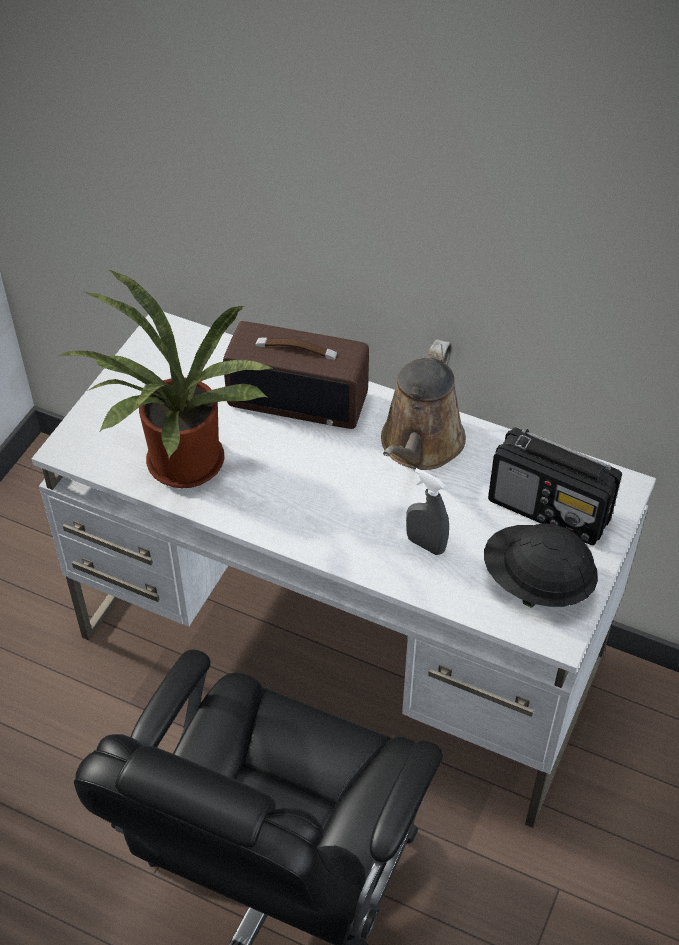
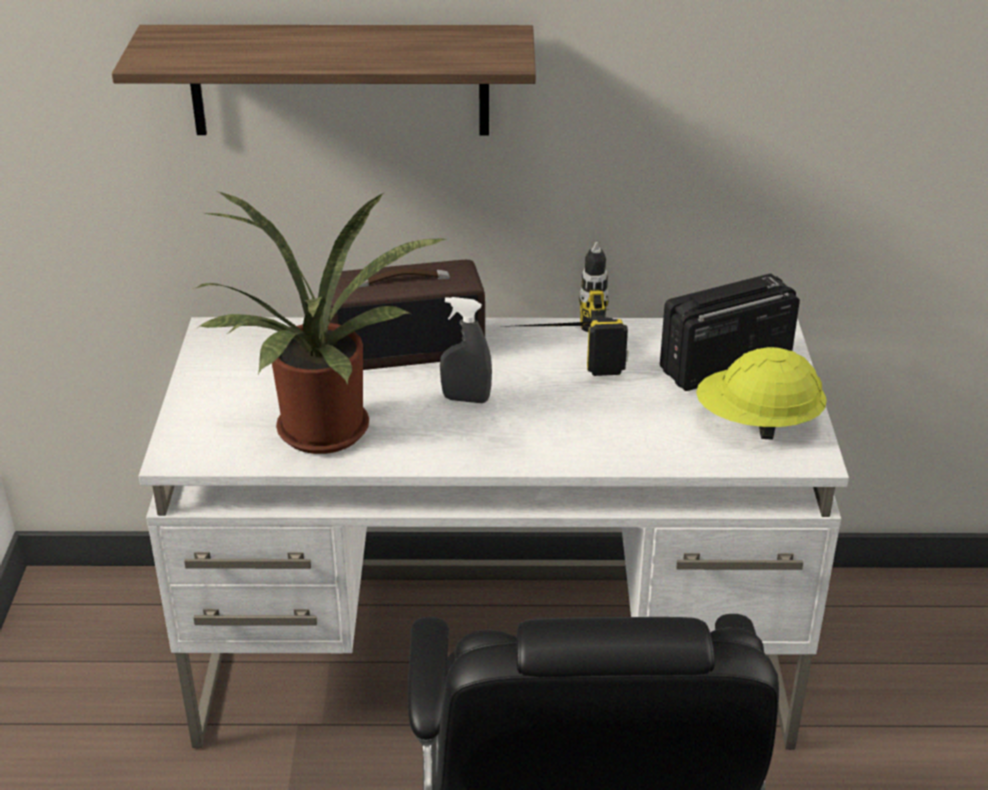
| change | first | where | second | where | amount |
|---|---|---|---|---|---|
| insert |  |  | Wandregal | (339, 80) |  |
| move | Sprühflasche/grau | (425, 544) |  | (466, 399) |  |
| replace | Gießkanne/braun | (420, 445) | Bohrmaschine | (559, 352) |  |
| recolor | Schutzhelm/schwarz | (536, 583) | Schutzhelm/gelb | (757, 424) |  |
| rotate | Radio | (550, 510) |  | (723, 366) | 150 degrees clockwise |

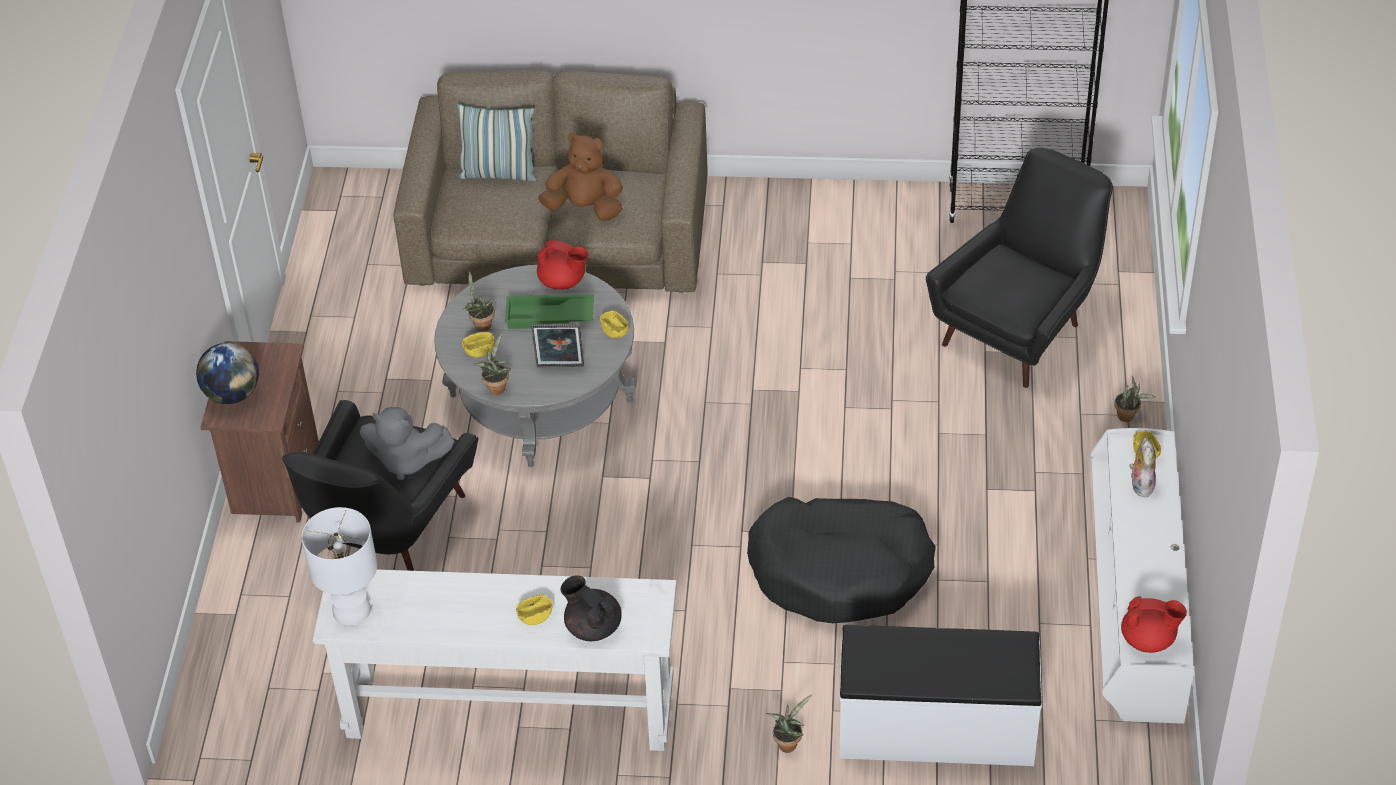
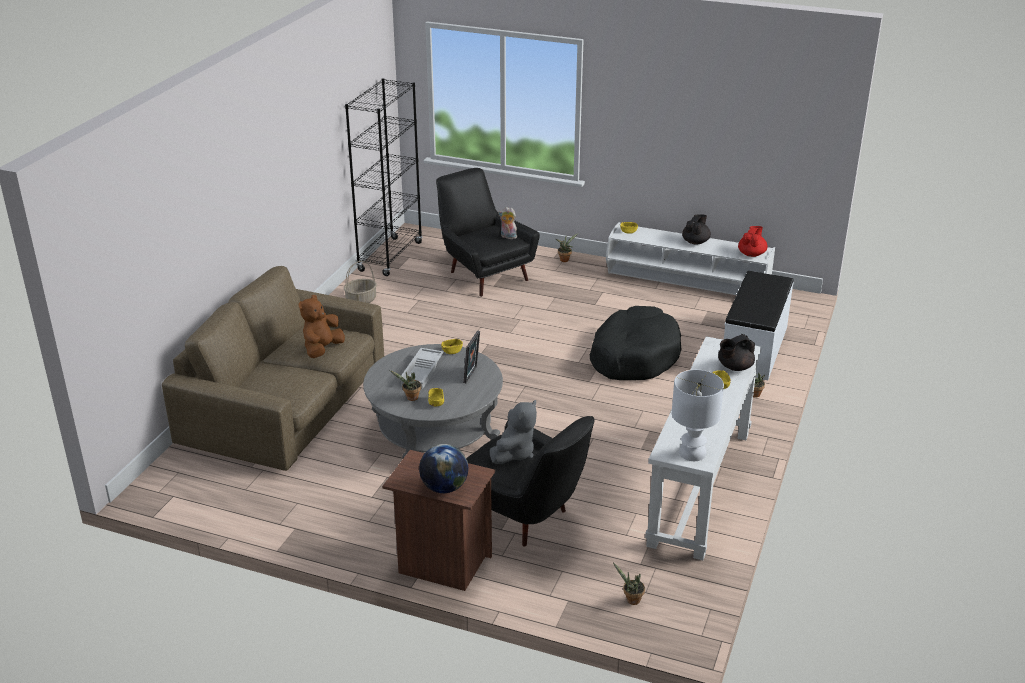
| change | first | where | second | where | amount |
|---|---|---|---|---|---|
| delete | Kissen | (498, 173) |  |  |  |
| delete | Teekanne/rot | (563, 282) |  |  |  |
| insert |  |  | Korb | (361, 300) |  |
| insert |  |  | Teekanne/schwarz | (695, 242) |  |
| move | Topfpflanze | (496, 387) |  | (631, 600) |  |
| move | Plüschtier | (1140, 484) |  | (508, 237) |  |
| recolor | Tablett/grün | (549, 317) | Tablett/weiß | (422, 372) |  |

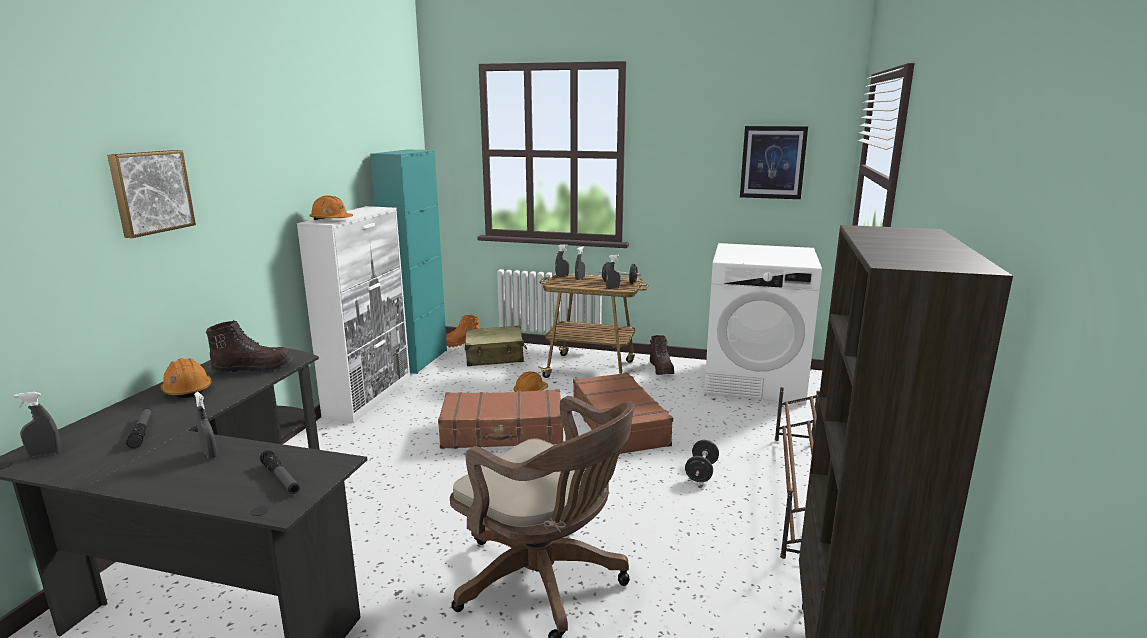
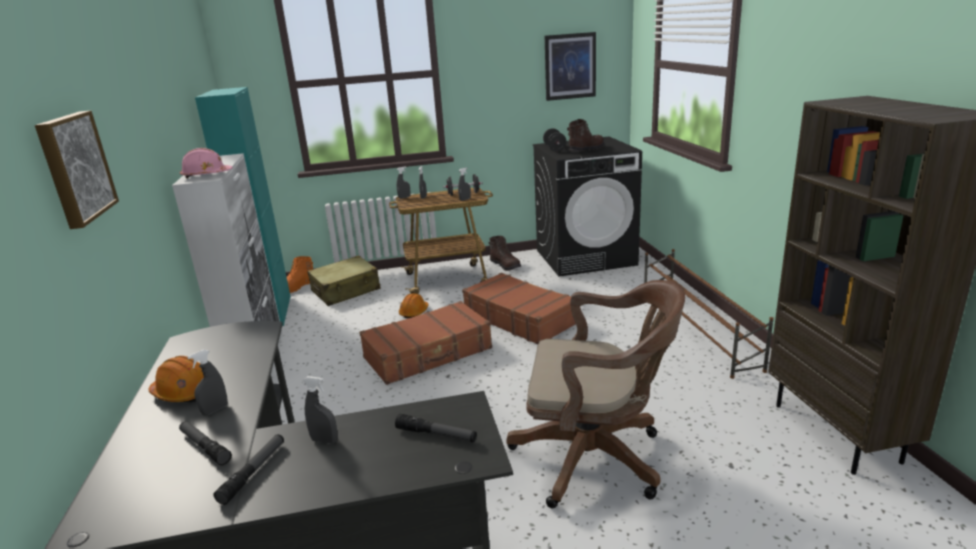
| change | first | where | second | where | amount |
|---|---|---|---|---|---|
| insert |  |  | Taschenlampe | (253, 472) |  |
| move | Sprühflasche/grau | (44, 453) |  | (215, 410) |  |
| move | Stiefel/braun | (253, 369) |  | (585, 150) |  |
| move | Hantel/schwarz | (701, 472) |  | (554, 149) |  |
| recolor | Schutzhelm/orange | (331, 220) | Schutzhelm/rosa | (206, 175) |  |
| recolor | Waschmaschine/weiß | (755, 381) | Waschmaschine/schwarz | (586, 257) |  |

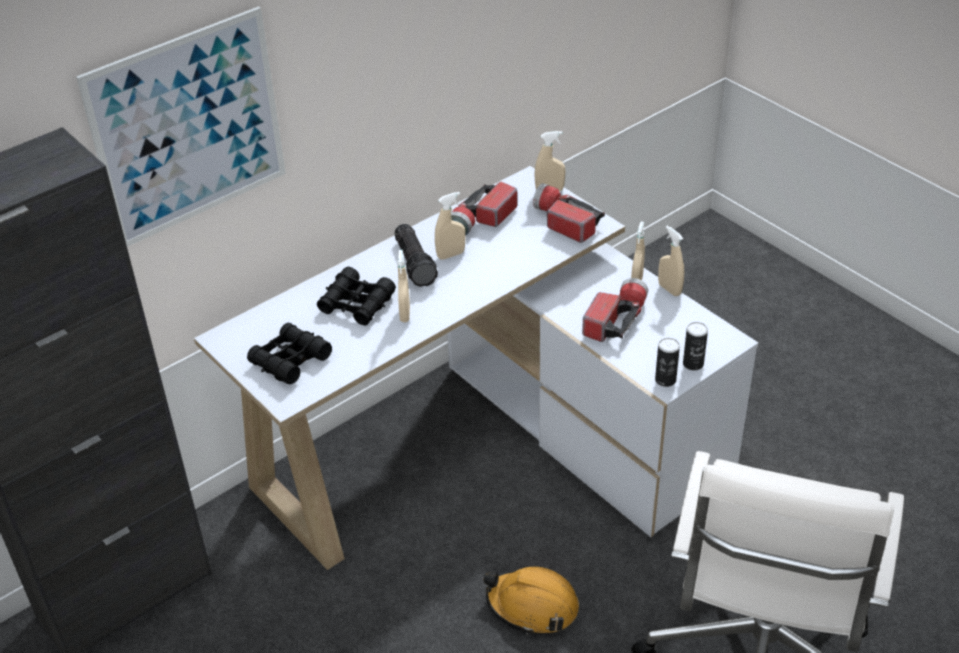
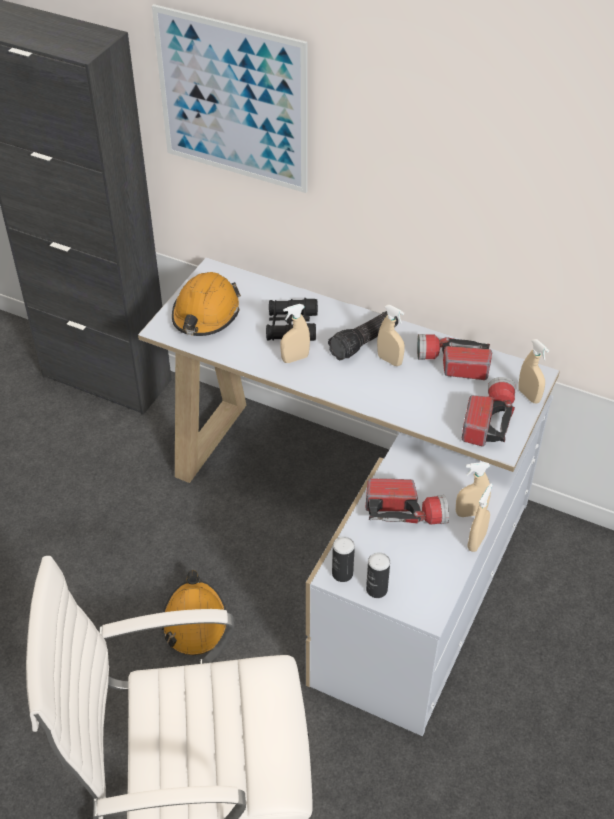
| change | first | where | second | where | amount |
|---|---|---|---|---|---|
| replace | Fernglas/schwarz | (290, 360) | Schutzhelm/orange | (206, 314) |  |

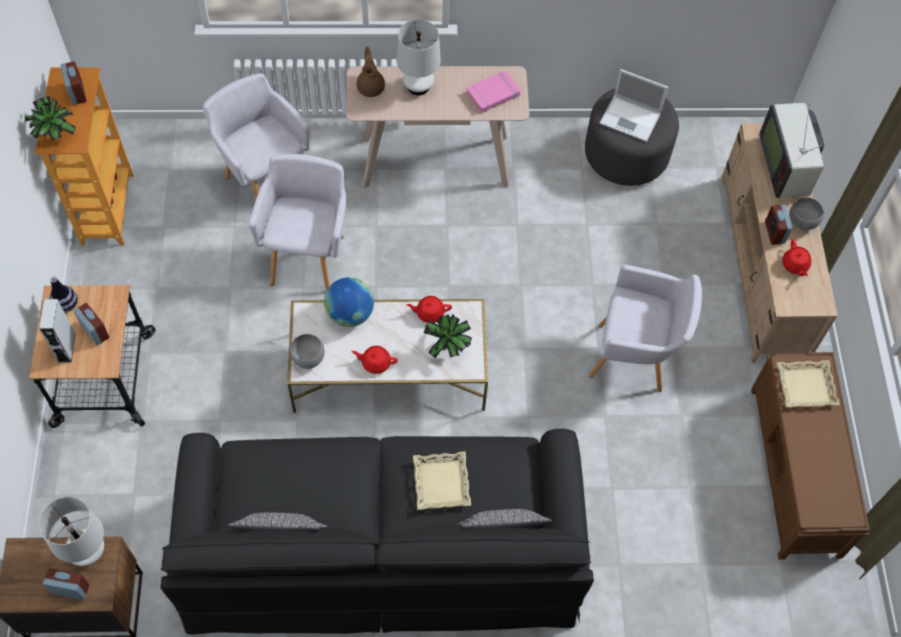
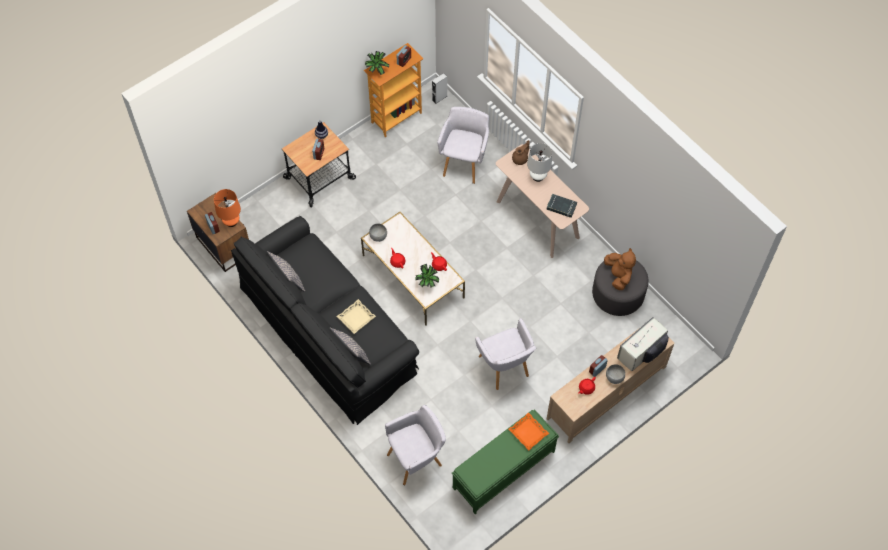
| change | first | where | second | where | amount |
|---|---|---|---|---|---|
| delete | Globus | (349, 314) |  |  |  |
| move | Lautsprecher/grau | (66, 347) |  | (439, 98) |  |
| move | Sessel/grau | (308, 256) |  | (417, 459) |  |
| replace | Laptop | (631, 118) | Plüschtier/braun | (618, 275) |  |
| recolor | Tischlampe/weiß | (88, 552) | Tischlampe/orange | (231, 221) |  |
| recolor | Buch/rosa | (493, 94) | Buch/schwarz | (561, 207) |  |
| recolor | Bank/braun | (795, 472) | Bank/grün | (503, 470) |  |
| recolor | Tablett/beige | (805, 387) | Tablett/orange | (528, 433) |  |

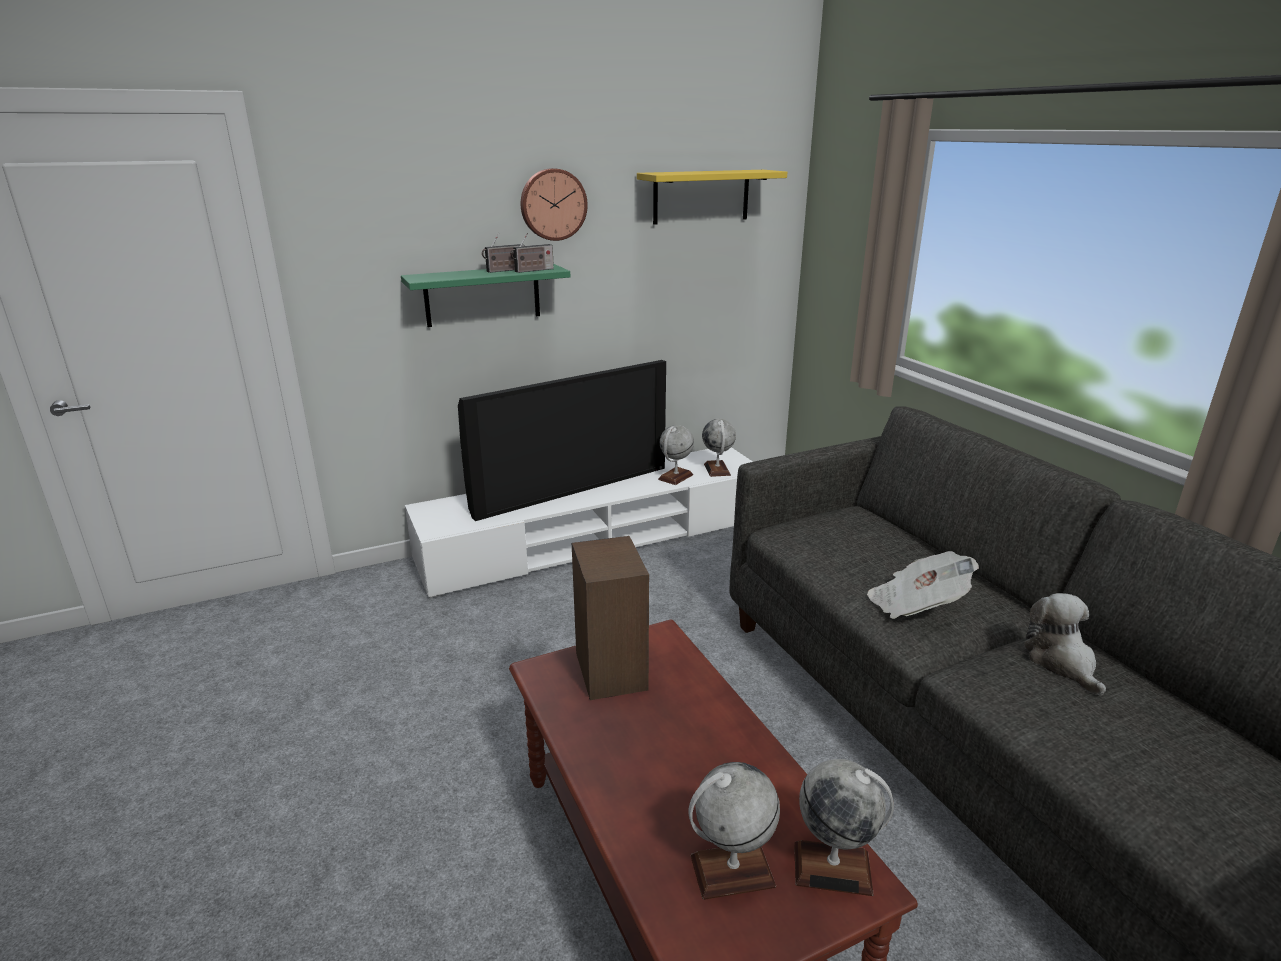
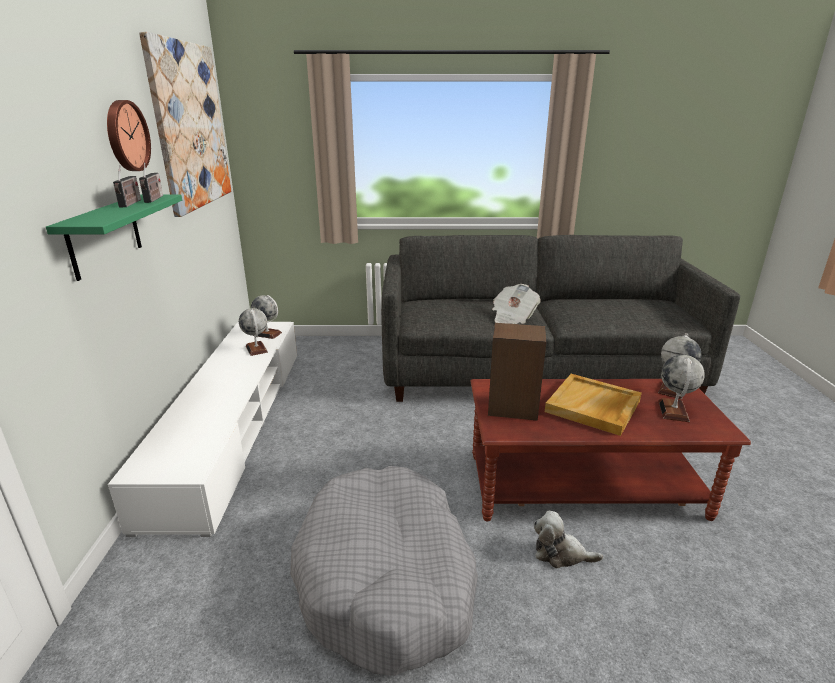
| change | first | where | second | where | amount |
|---|---|---|---|---|---|
| delete | Fernseher | (571, 488) |  |  |  |
| insert |  |  | Hundebett/grau | (387, 579) |  |
| insert |  |  | Tablett/beige | (593, 407) |  |
| move | Plüschtier | (1061, 662) |  | (560, 554) |  |
| replace | Wandregal/gelb | (701, 196) | Bild | (190, 126) |  |

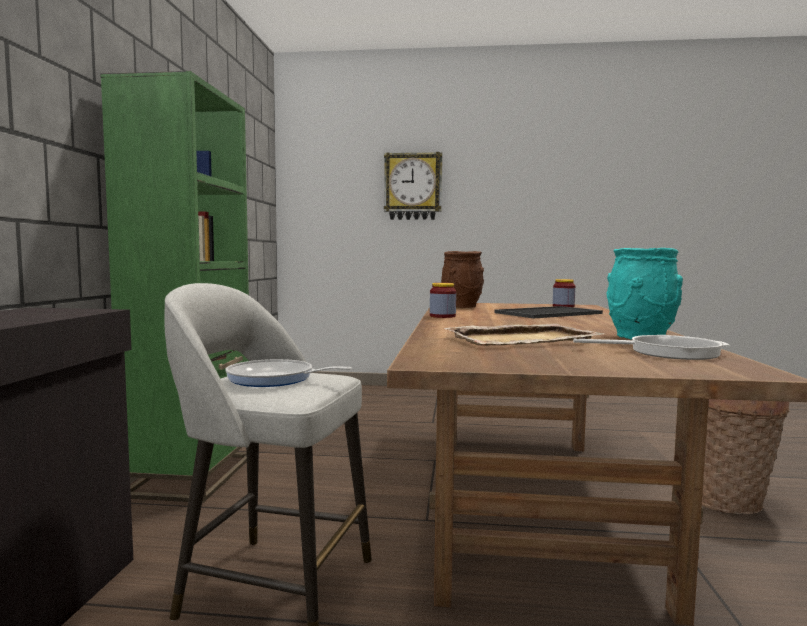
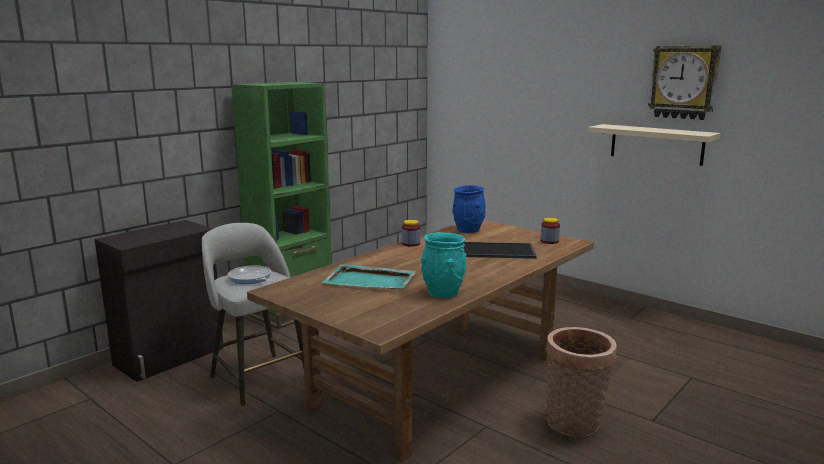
| change | first | where | second | where | amount |
|---|---|---|---|---|---|
| delete | Pfanne | (667, 352) |  |  |  |
| insert |  |  | Wandregal/beige | (656, 144) |  |
| move | Wanduhr | (413, 186) |  | (684, 82) |  |
| recolor | Vase/braun | (461, 306) | Vase/blau | (468, 230) |  |
| recolor | Tablett/beige | (523, 339) | Tablett/türkis | (371, 280) |  |

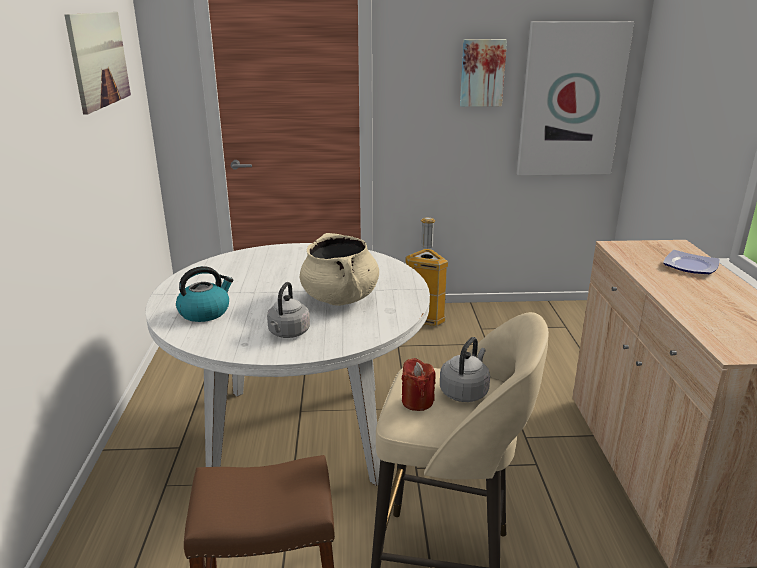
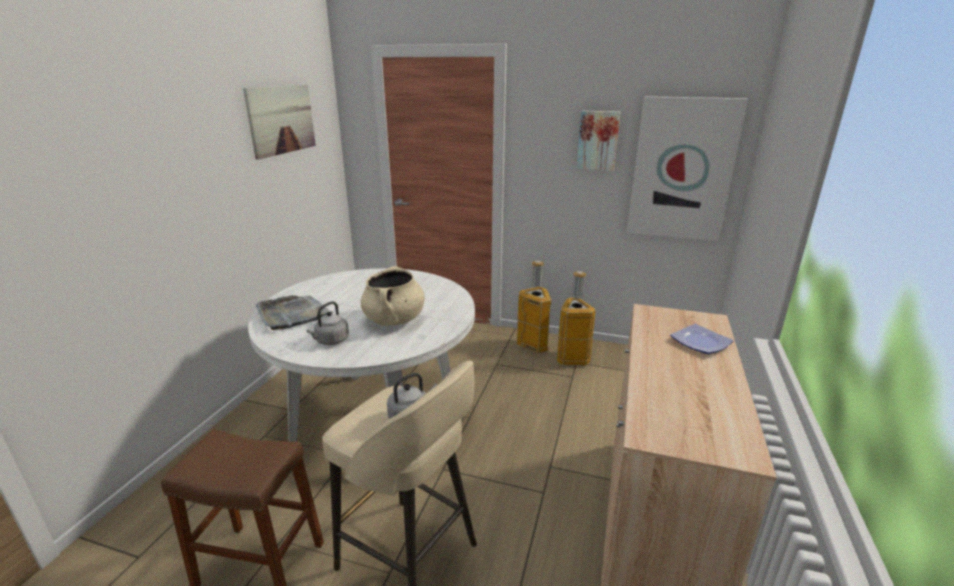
| change | first | where | second | where | amount |
|---|---|---|---|---|---|
| delete | Kerze/rot | (417, 401) |  |  |  |
| insert |  |  | Mülleimer | (571, 358) |  |
| replace | Wasserkessel | (205, 312) | Tablett/grau | (293, 314) |  |

